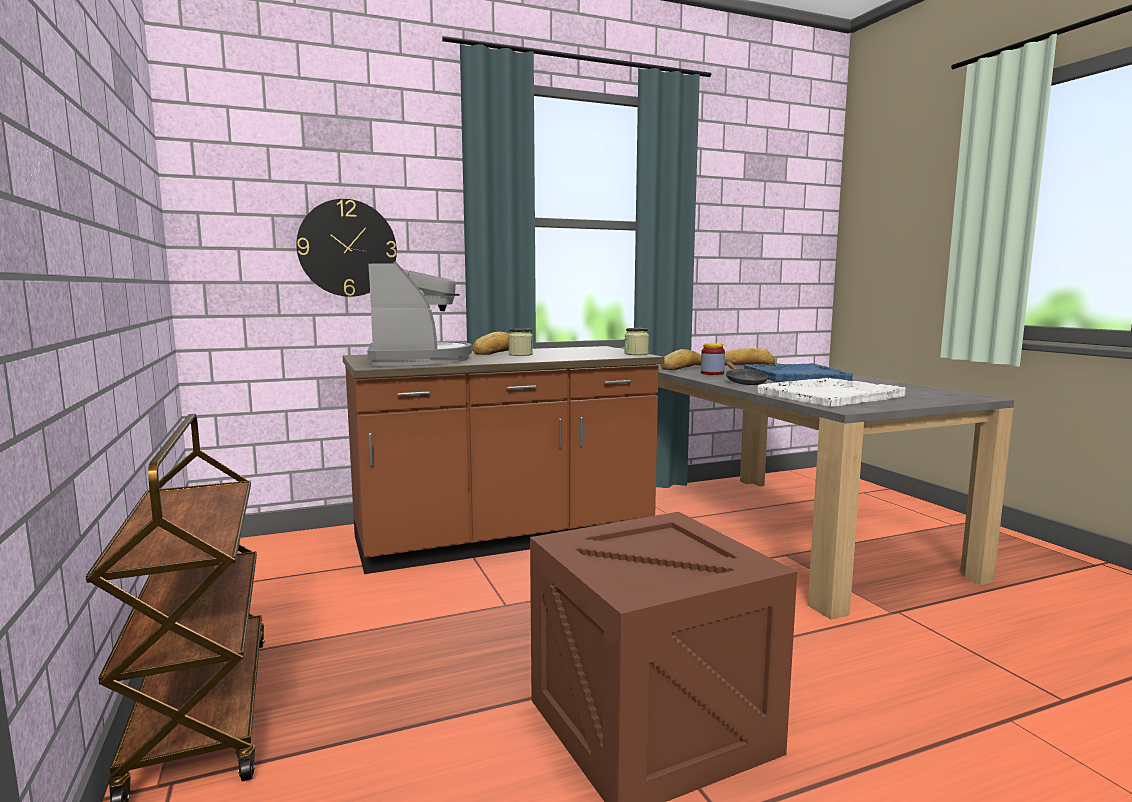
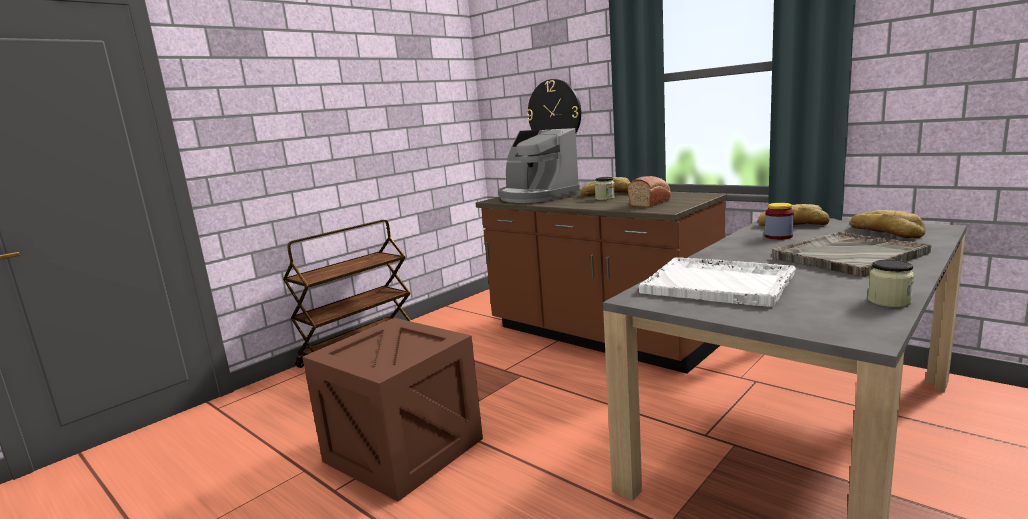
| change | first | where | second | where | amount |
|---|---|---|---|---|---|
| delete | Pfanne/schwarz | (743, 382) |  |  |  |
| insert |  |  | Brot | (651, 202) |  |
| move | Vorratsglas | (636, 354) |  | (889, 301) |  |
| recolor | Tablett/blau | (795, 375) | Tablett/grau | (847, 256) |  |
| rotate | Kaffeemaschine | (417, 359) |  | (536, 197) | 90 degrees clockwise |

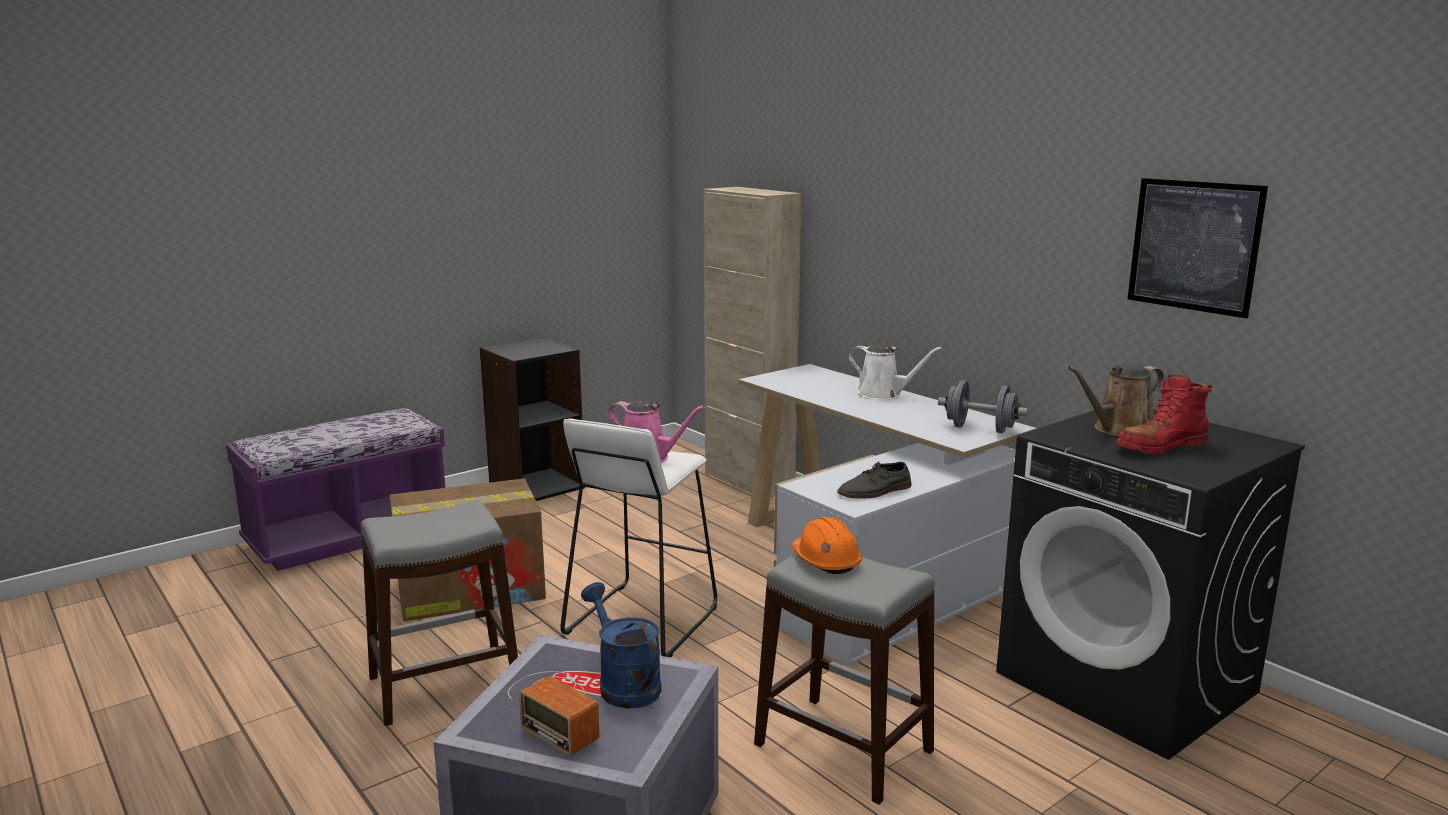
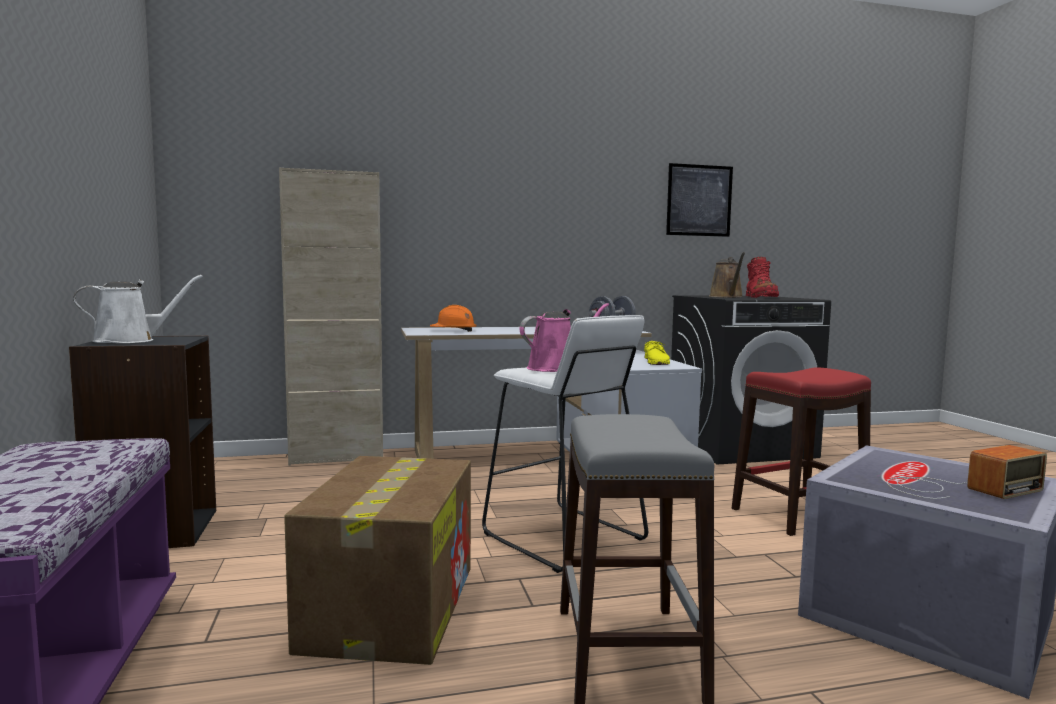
| change | first | where | second | where | amount |
|---|---|---|---|---|---|
| delete | Gießkanne/blau | (624, 684) |  |  |  |
| move | Schutzhelm/orange | (826, 561) |  | (454, 331) |  |
| move | Gießkanne/weiß | (883, 394) |  | (131, 340) |  |
| recolor | Hocker/grau | (843, 747) | Hocker/rot | (798, 513) |  |
| recolor | Schuh/grau | (875, 491) | Schuh/gelb | (656, 362) |  |

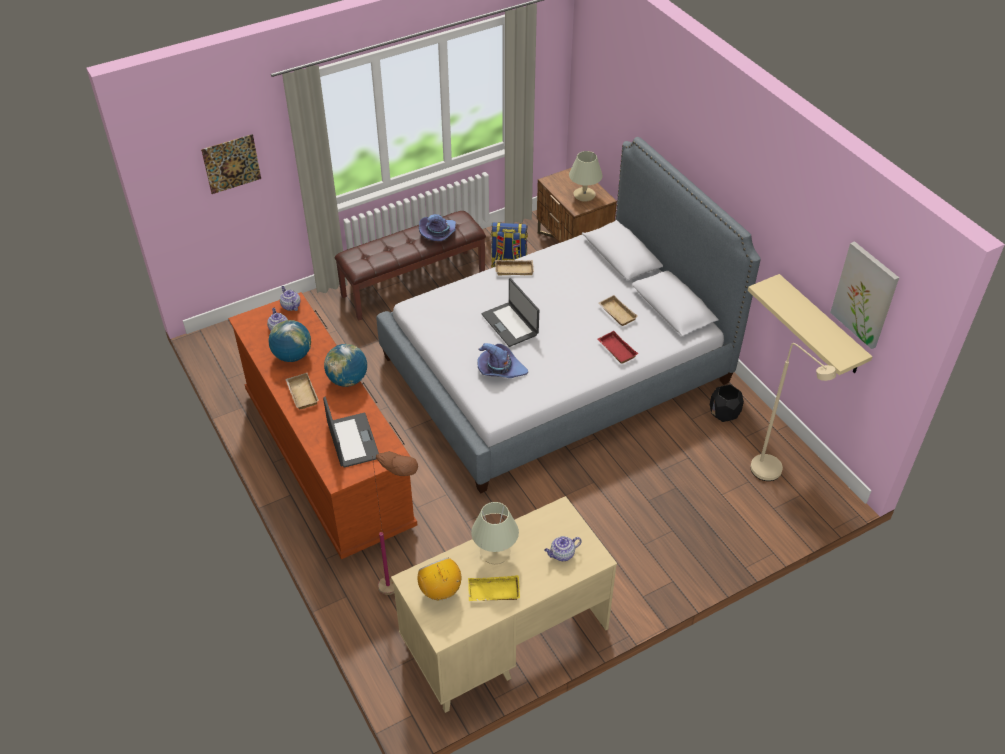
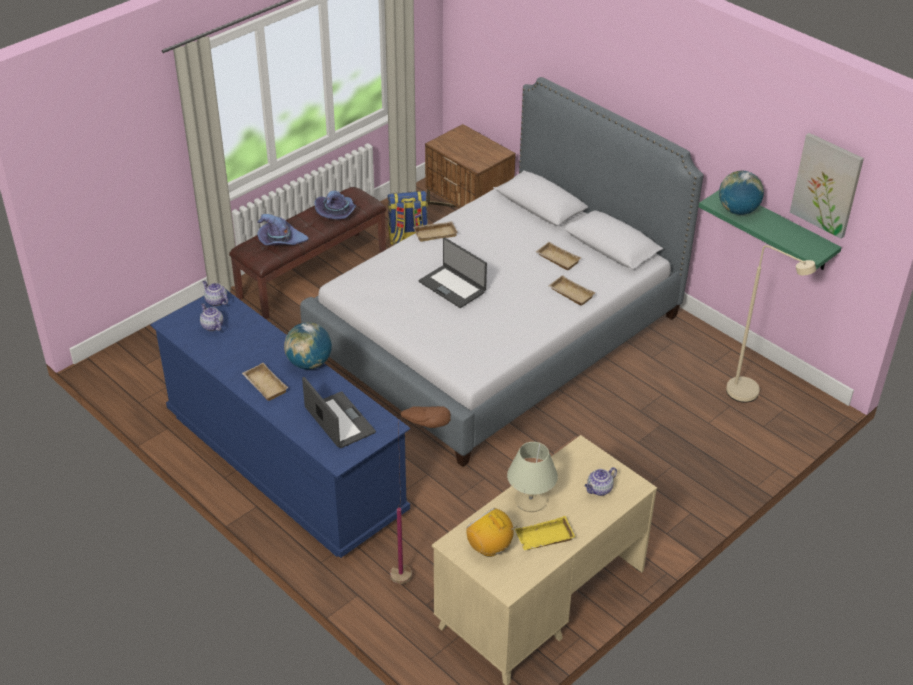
| change | first | where | second | where | amount |
|---|---|---|---|---|---|
| delete | Bild | (231, 164) |  |  |  |
| delete | Tischlampe/beige | (584, 195) |  |  |  |
| delete | Pflanzkübel/schwarz | (724, 414) |  |  |  |
| move | Globus | (292, 356) |  | (738, 211) |  |
| move | Hut/lila | (500, 369) |  | (280, 240) |  |
| recolor | Kommode/braun | (328, 458) | Kommode/blau | (285, 463) |  |
| recolor | Tablett/rot | (615, 350) | Tablett/beige | (570, 294) |  |
| recolor | Wandregal/beige | (820, 326) | Wandregal/grün | (778, 230) |  |

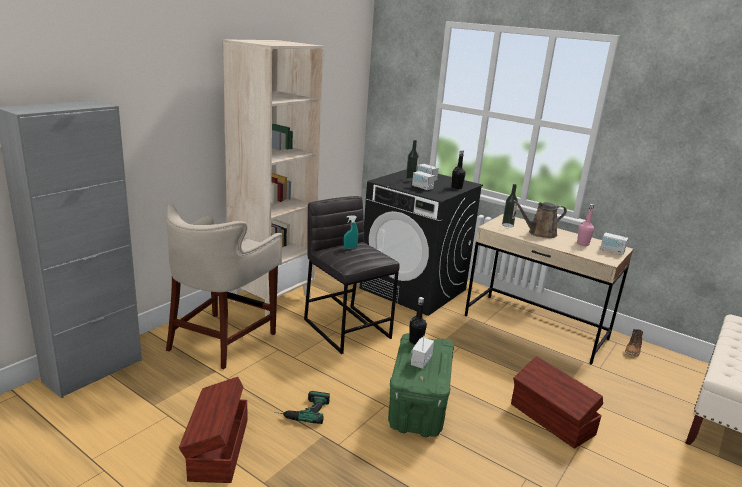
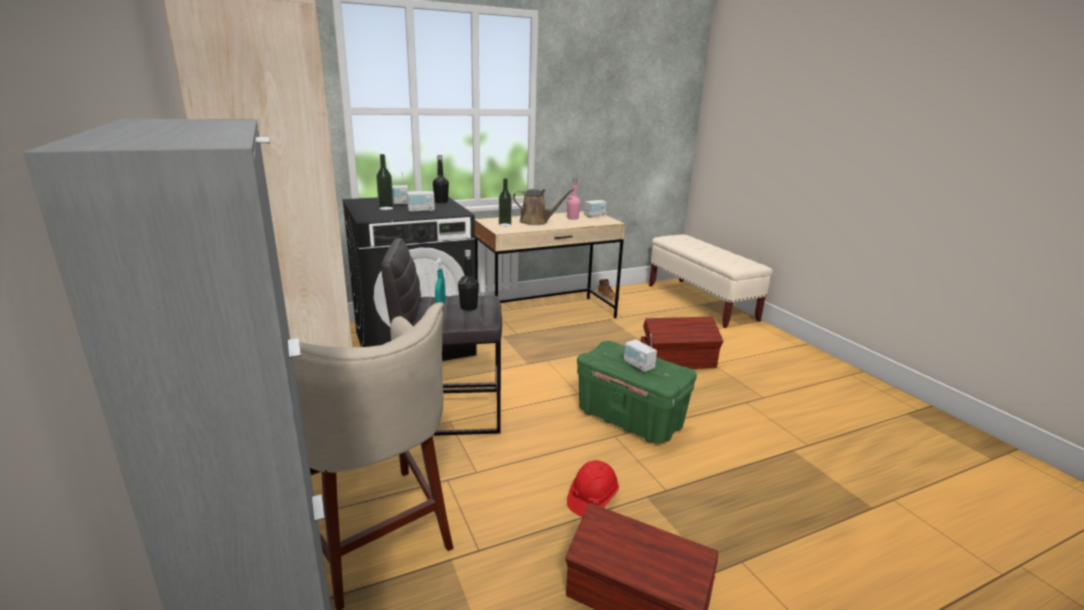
| change | first | where | second | where | amount |
|---|---|---|---|---|---|
| move | Flasche/schwarz | (416, 341) |  | (468, 307) |  |
| replace | Bohrmaschine | (302, 410) | Schutzhelm/rot | (592, 498) |  |
| rotate | Gießkanne/braun | (540, 233) |  | (536, 222) | 90 degrees counterclockwise |

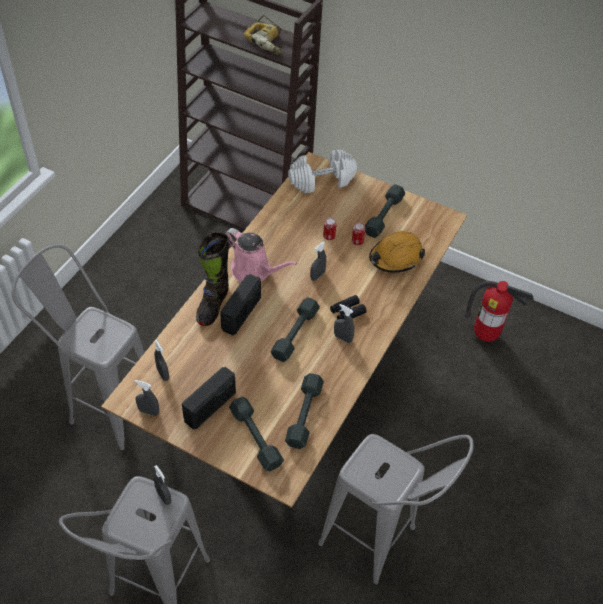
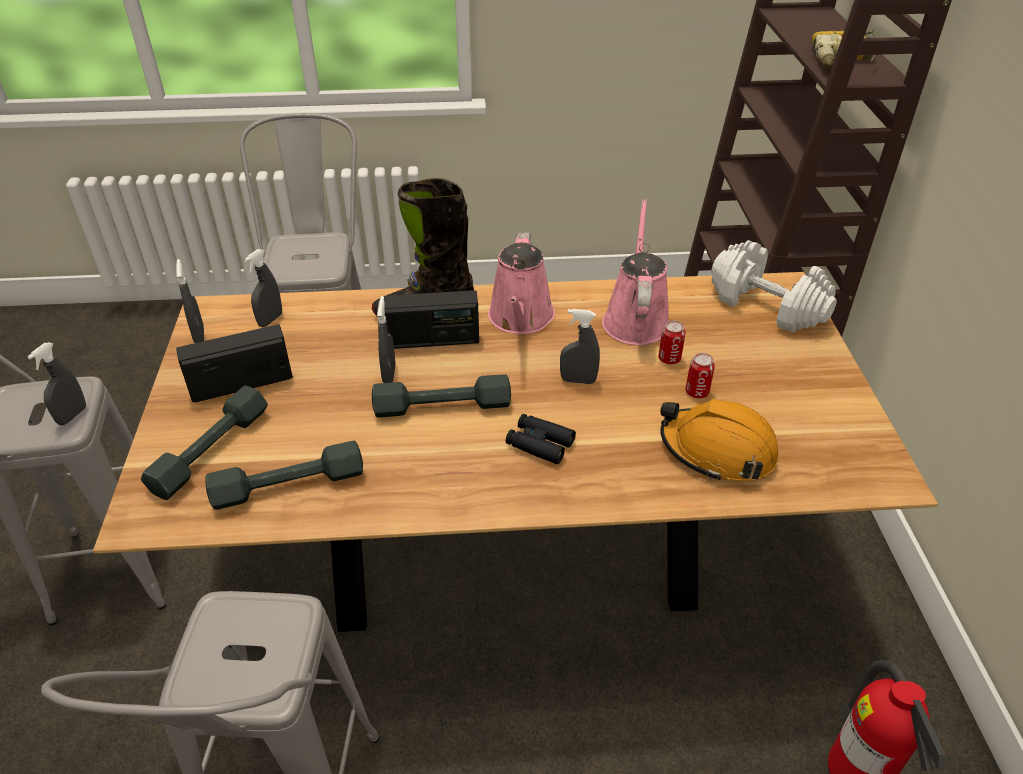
| change | first | where | second | where | amount |
|---|---|---|---|---|---|
| delete | Hantel/grau | (383, 215) |  |  |  |
| insert |  |  | Gießkanne/rosa | (635, 319) |  |
| move | Sprühflasche/grau | (343, 338) |  | (389, 374) |  |
| rotate | Radio | (210, 406) |  | (241, 383) | 150 degrees clockwise |

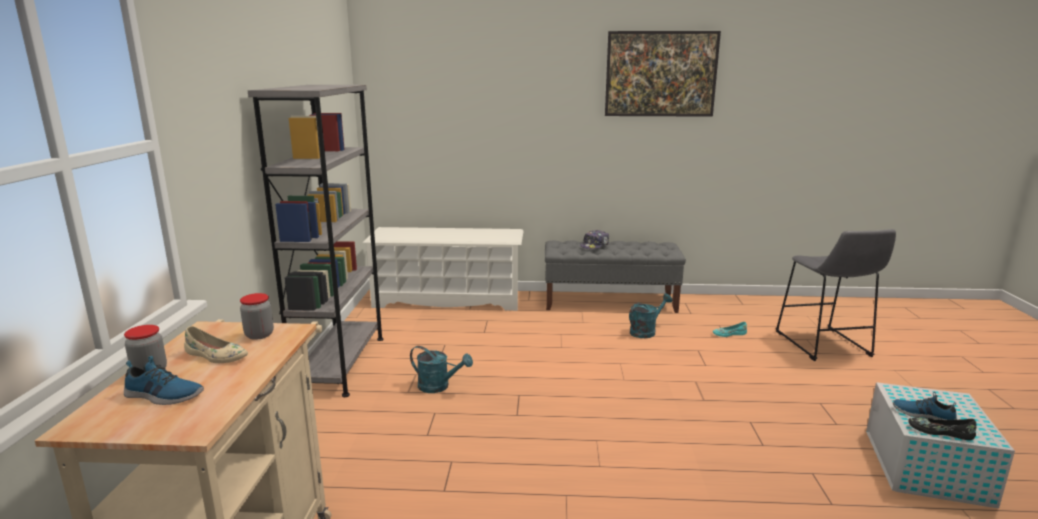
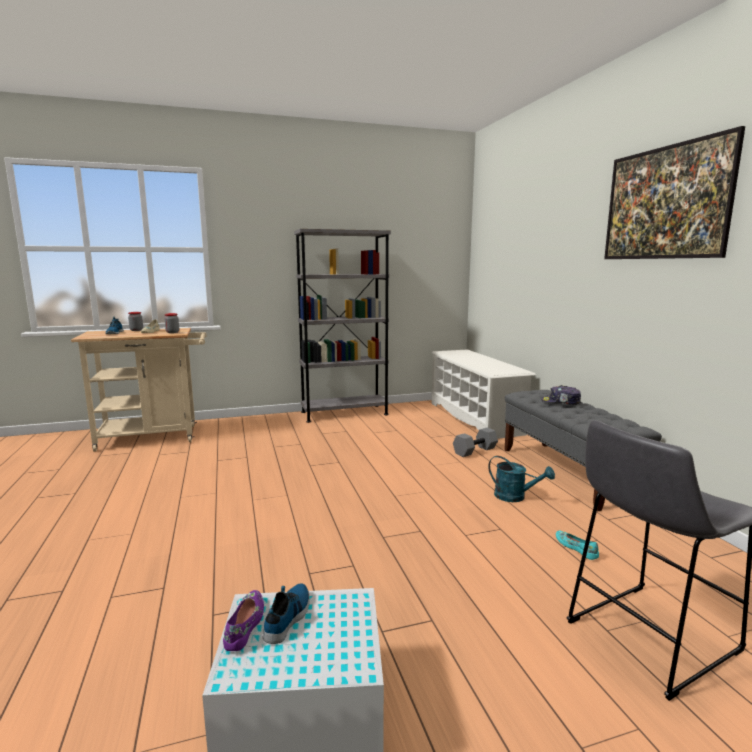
| change | first | where | second | where | amount |
|---|---|---|---|---|---|
| delete | Gießkanne/türkis | (439, 386) |  |  |  |
| insert |  |  | Hantel/grau | (474, 450) |  |
| recolor | Schuh/schwarz | (940, 431) | Schuh/lila | (246, 625) |  |

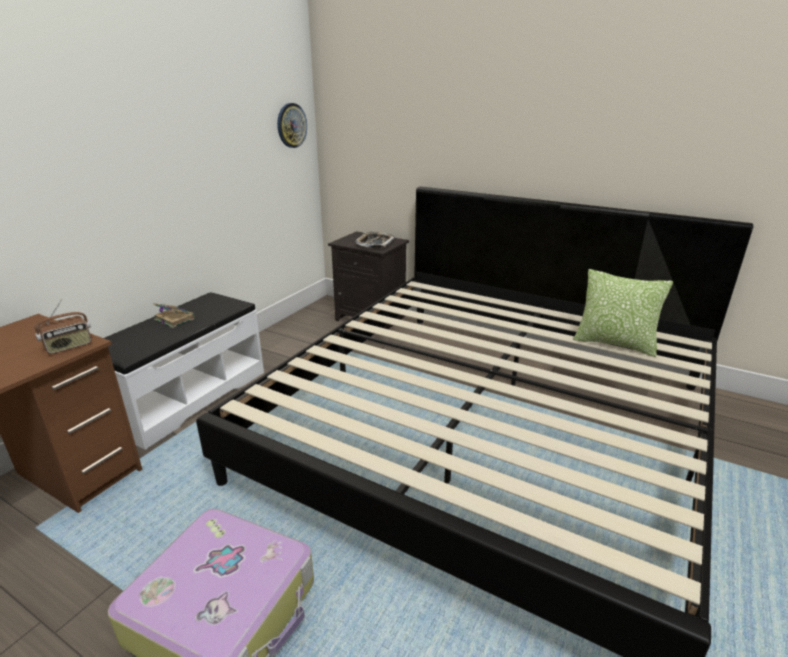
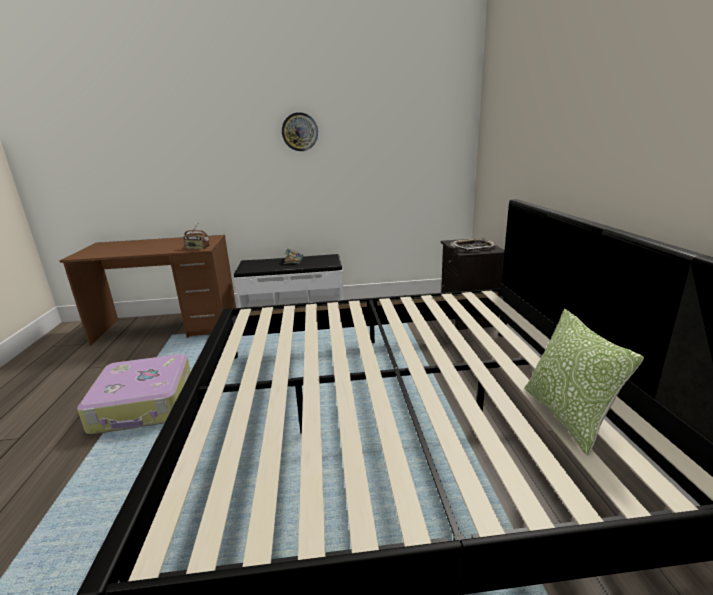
| change | first | where | second | where | amount |
|---|---|---|---|---|---|
| move | Wanduhr | (291, 125) |  | (300, 132) |  |

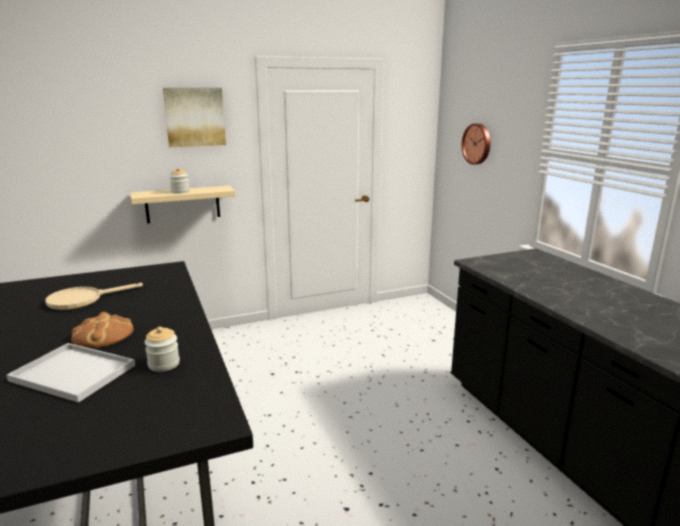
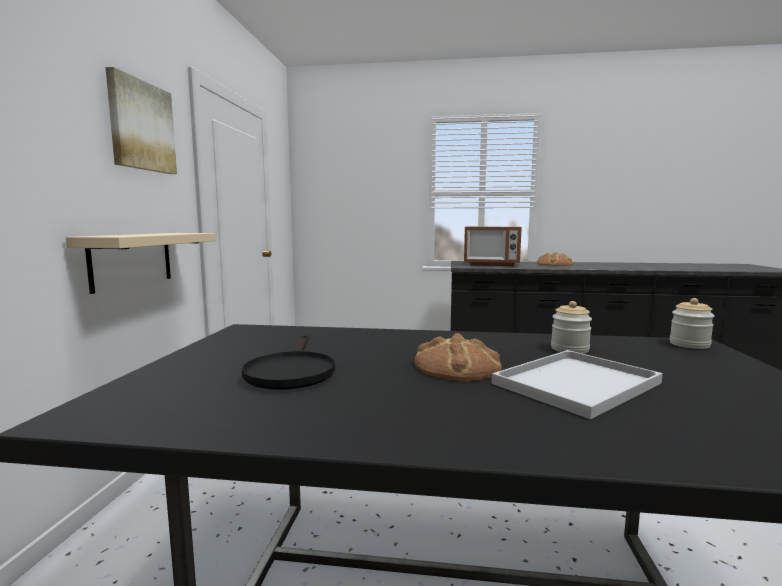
| change | first | where | second | where | amount |
|---|---|---|---|---|---|
| delete | Wanduhr | (477, 144) |  |  |  |
| insert |  |  | Mikrowelle | (491, 264) |  |
| insert |  |  | Brot | (555, 264) |  |
| move | Vorratsglas | (180, 192) |  | (689, 344) |  |
| recolor | Pfanne/beige | (82, 300) | Pfanne/schwarz | (291, 371) |  |

